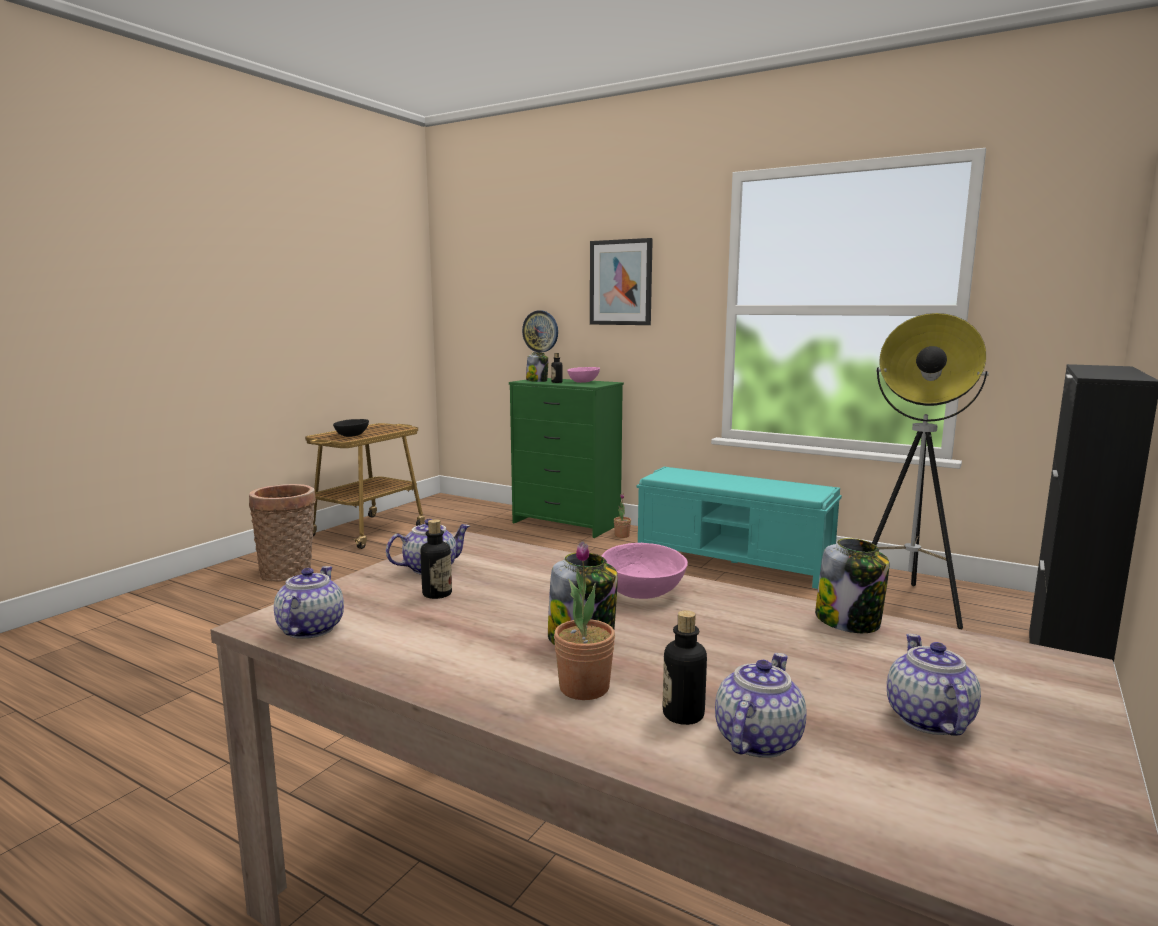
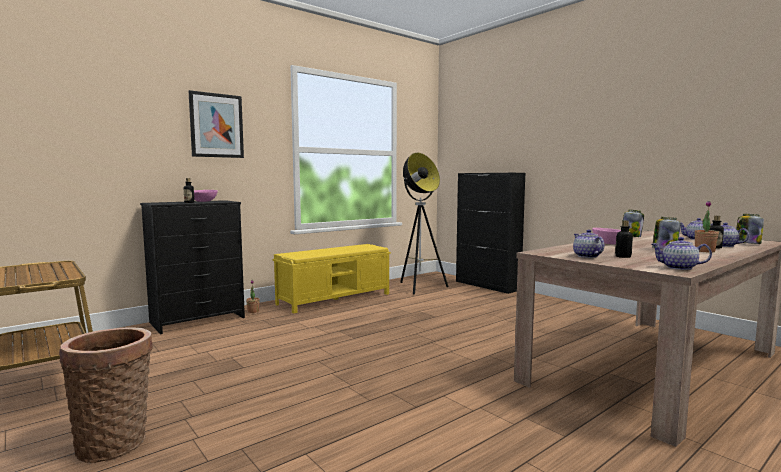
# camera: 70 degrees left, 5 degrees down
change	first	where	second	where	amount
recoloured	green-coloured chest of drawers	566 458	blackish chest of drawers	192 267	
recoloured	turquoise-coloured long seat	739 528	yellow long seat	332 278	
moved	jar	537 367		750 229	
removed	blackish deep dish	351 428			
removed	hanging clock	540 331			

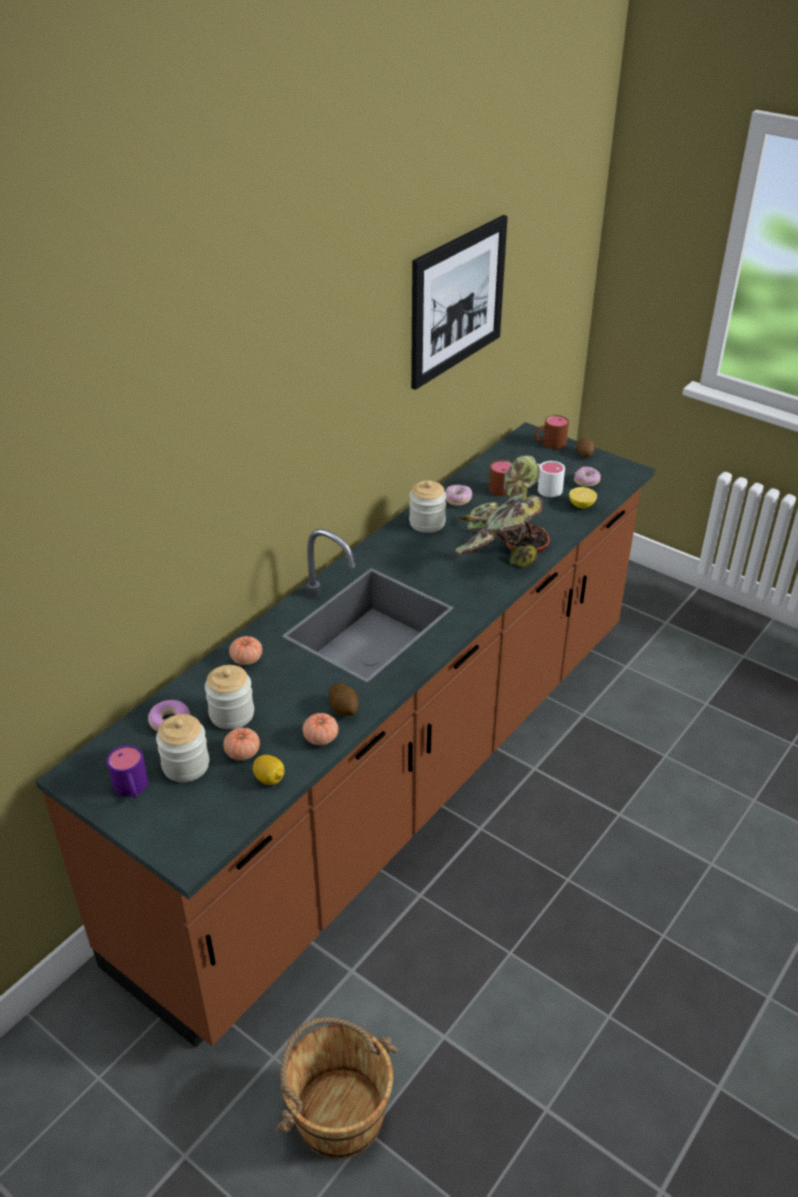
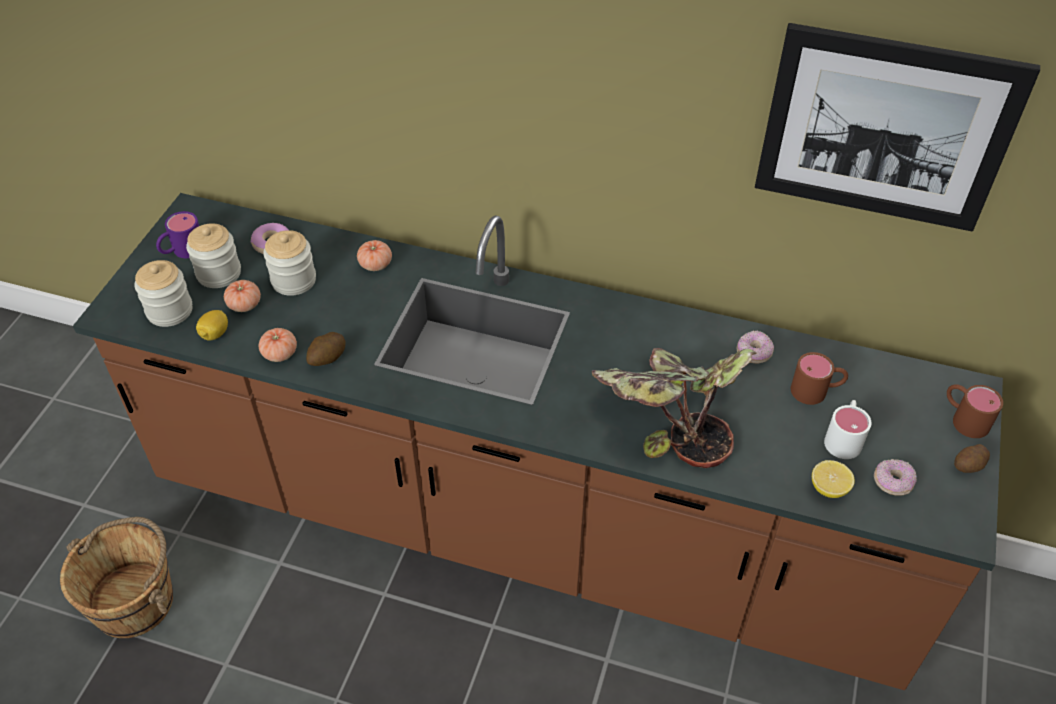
# camera: 70 degrees right, 10 degrees up
change	first	where	second	where	amount
moved	jar	428 506		163 293	

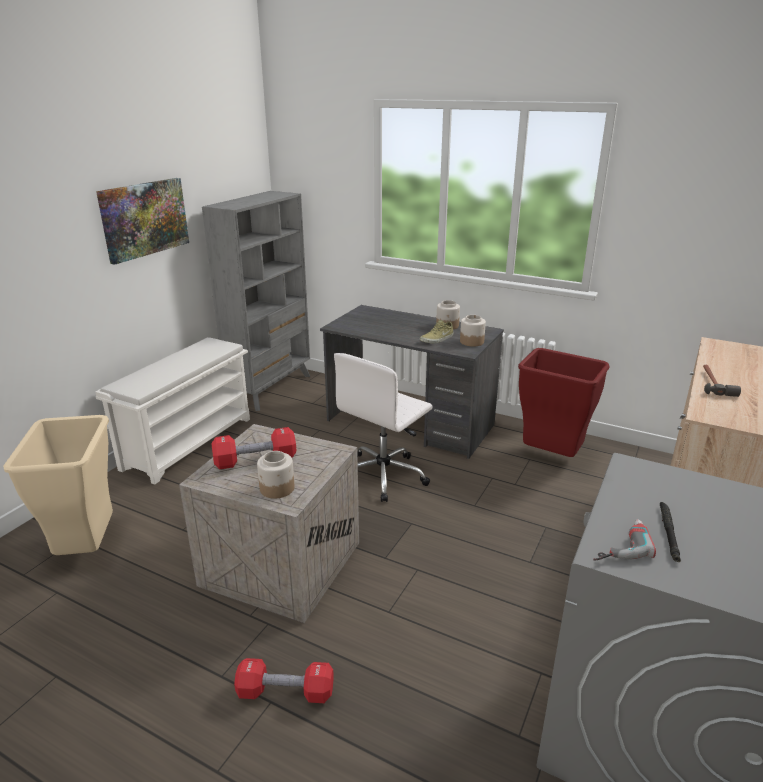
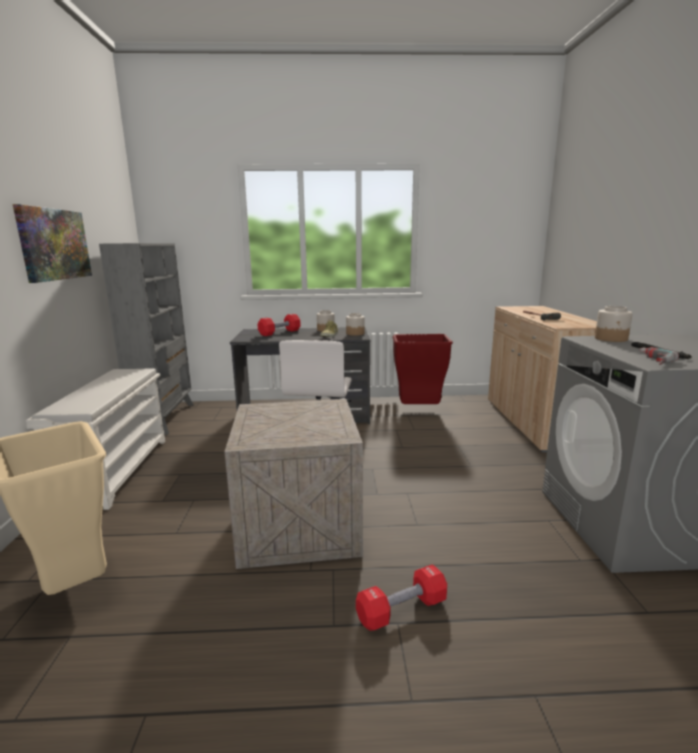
# camera: 30 degrees left, 10 degrees down
change	first	where	second	where	amount
moved	red free weight	253 448		279 325	
moved	jar	275 475		614 324	

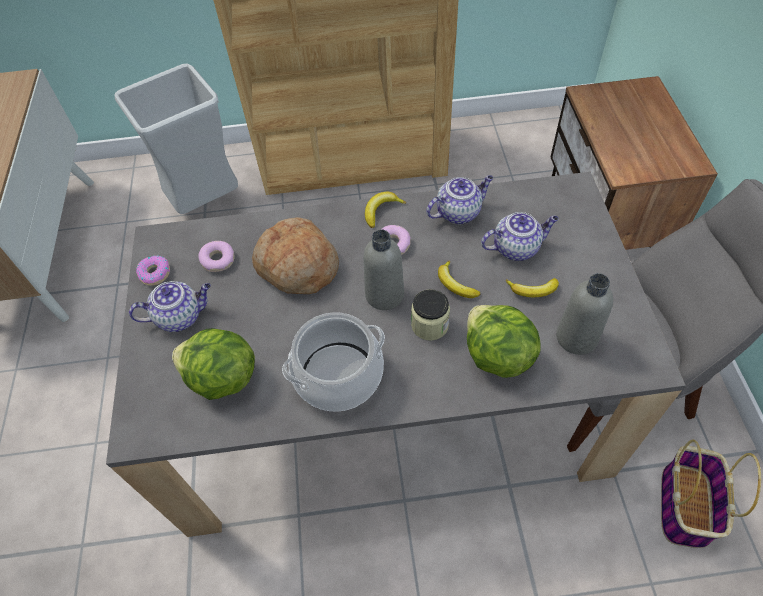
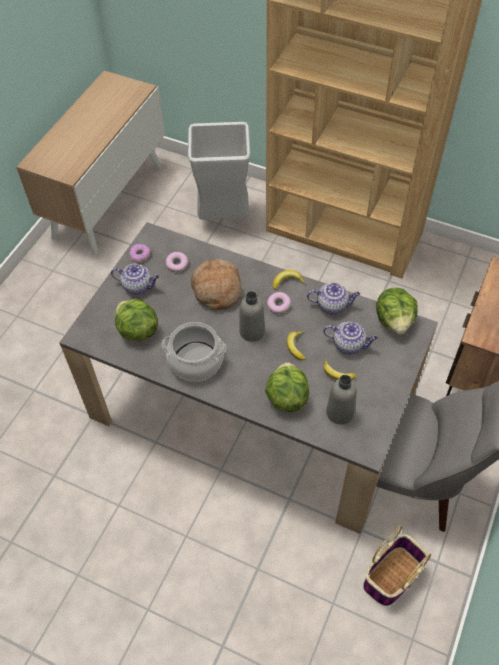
# camera: 30 degrees right, 0 degrees up
change	first	where	second	where	amount
added			head of lettuce	397 311	
removed	jar	430 315			

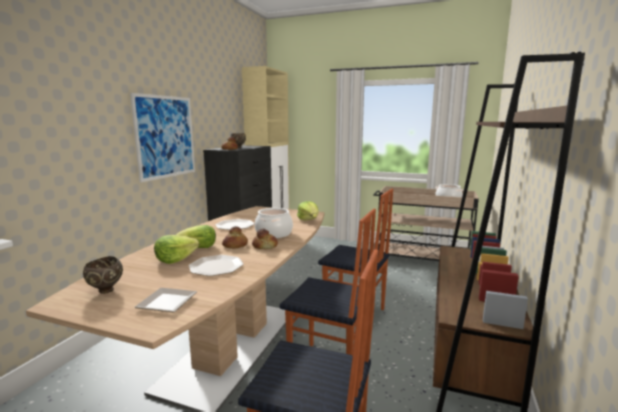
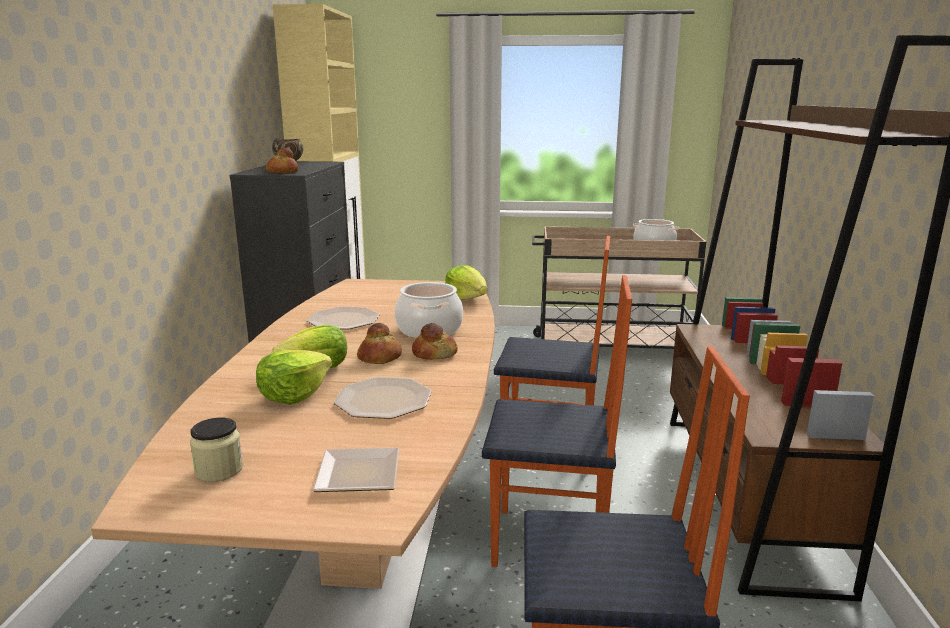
# camera: 15 degrees left, 5 degrees up
change	first	where	second	where	amount
replaced	brown-coloured deep dish	103 275	jar	216 449	
removed	wall picture	162 137			

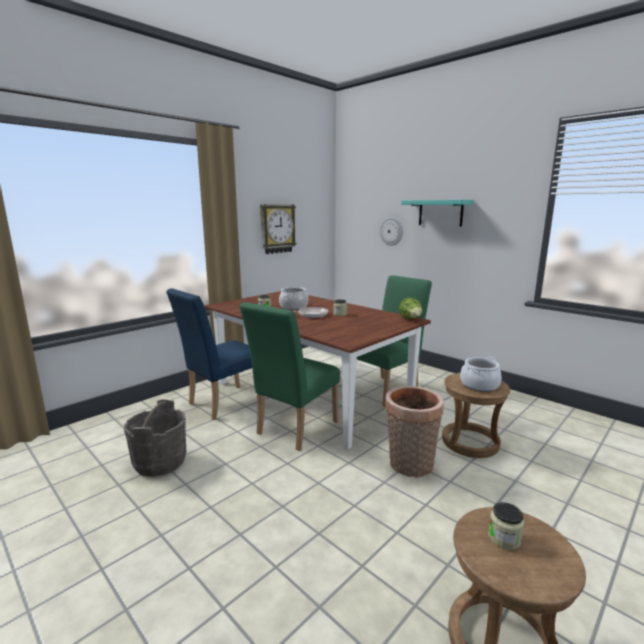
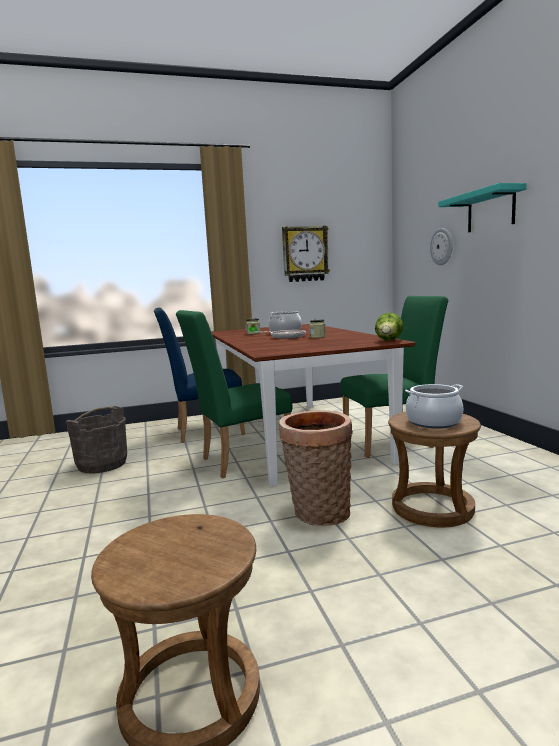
# camera: 30 degrees right, 5 degrees down
change	first	where	second	where	amount
removed	jar	506 526			

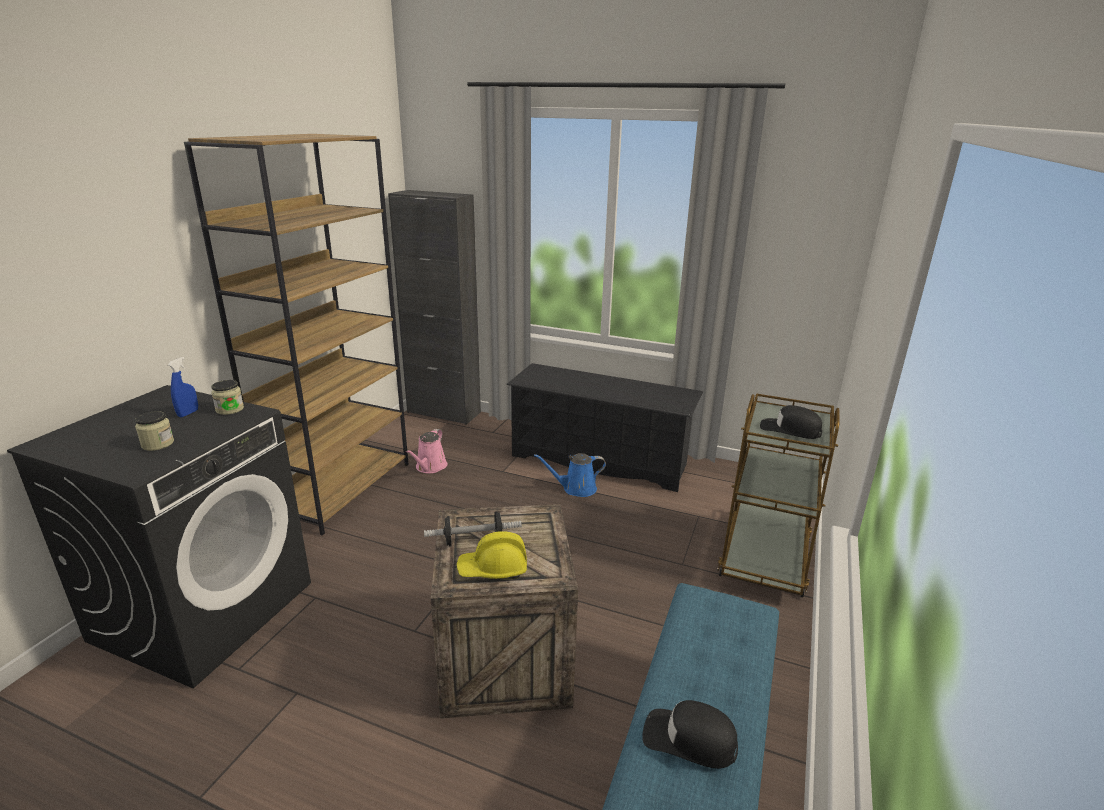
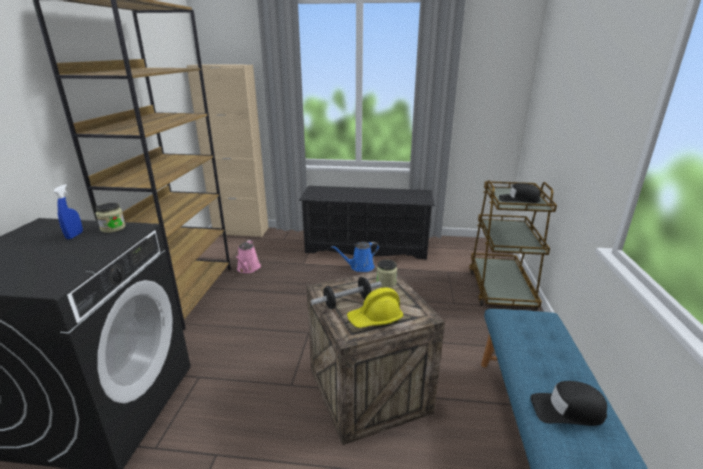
# camera: 15 degrees left, 0 degrees up
change	first	where	second	where	amount
recoloured	blackish cupboard	434 307	sand-coloured cupboard	227 150	
moved	jar	154 431		386 274	

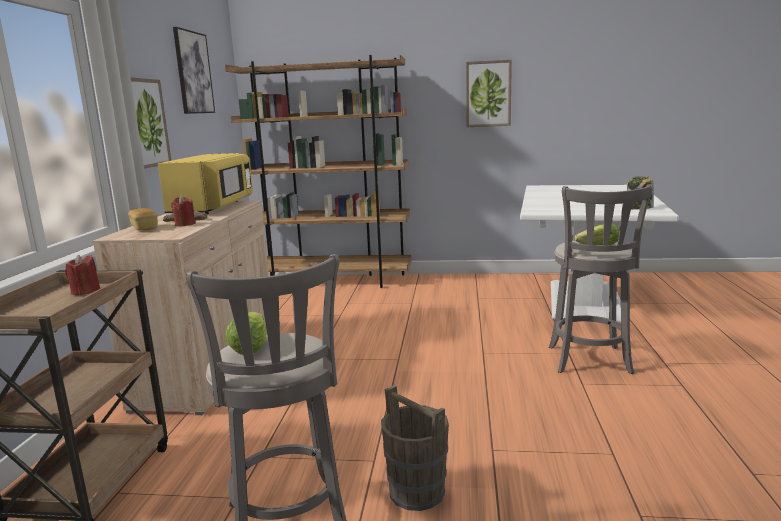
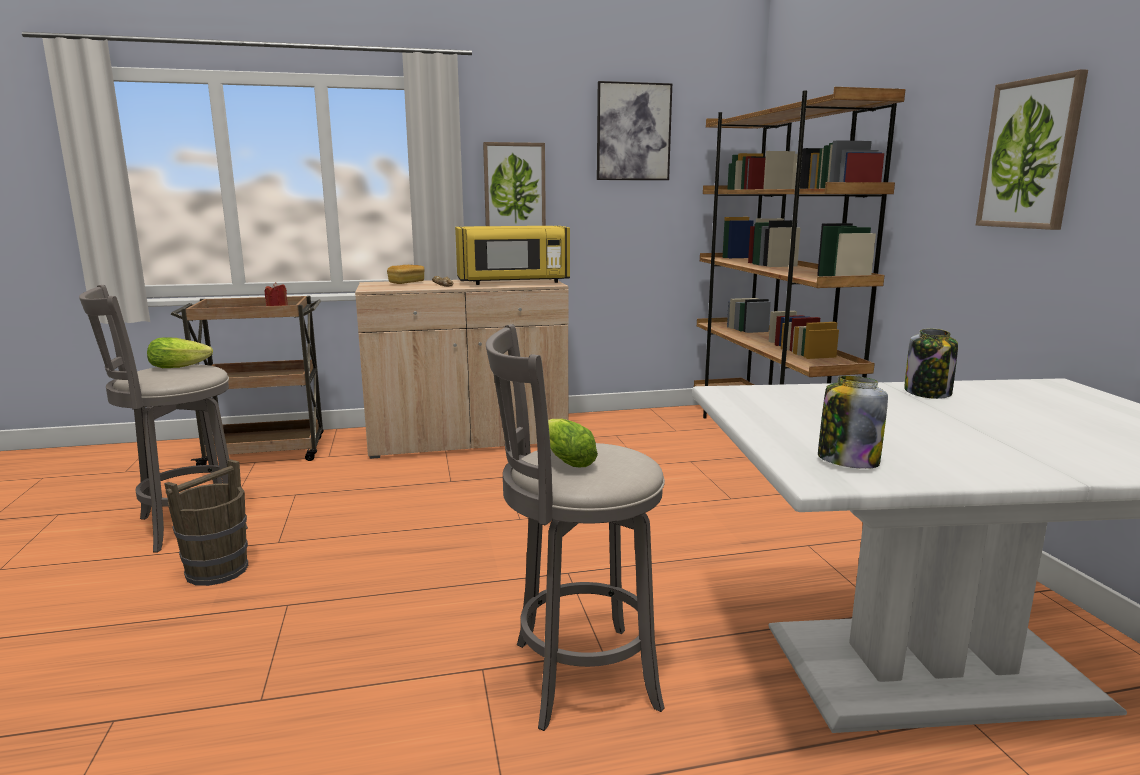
# camera: 70 degrees right, 0 degrees up
change	first	where	second	where	amount
added			jar	931 363	
removed	red wax light	183 211			

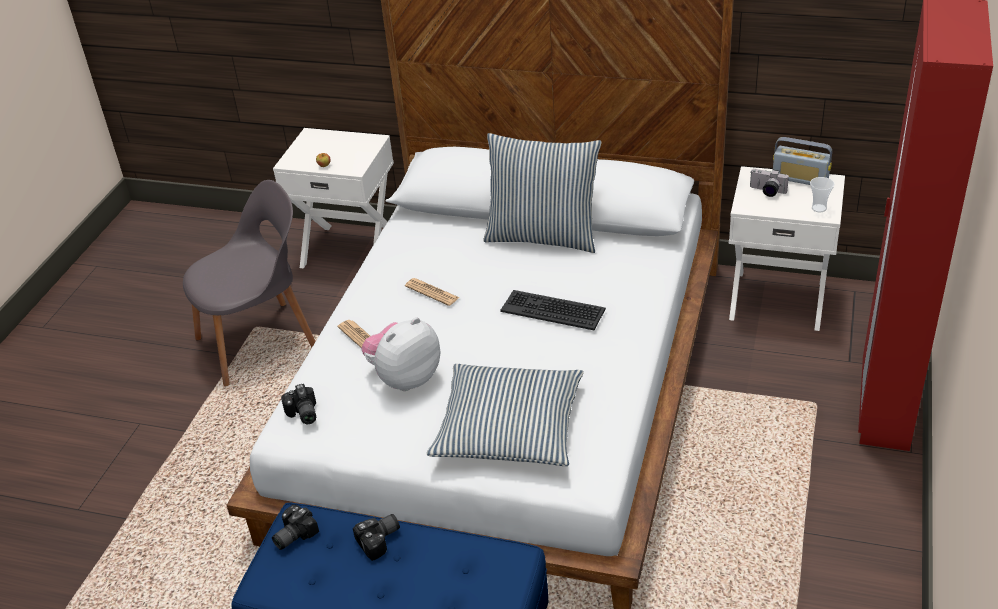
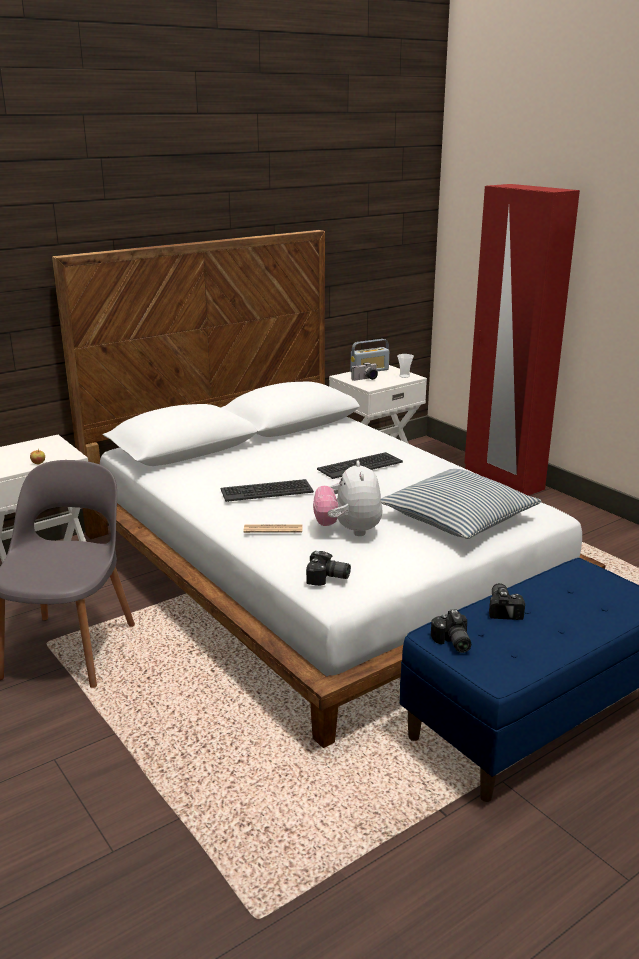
# camera: 55 degrees left, 15 degrees down
change	first	where	second	where	amount
replaced	printed paper	432 292	computer keyboard	267 490	
removed	throw pillow	543 193			

